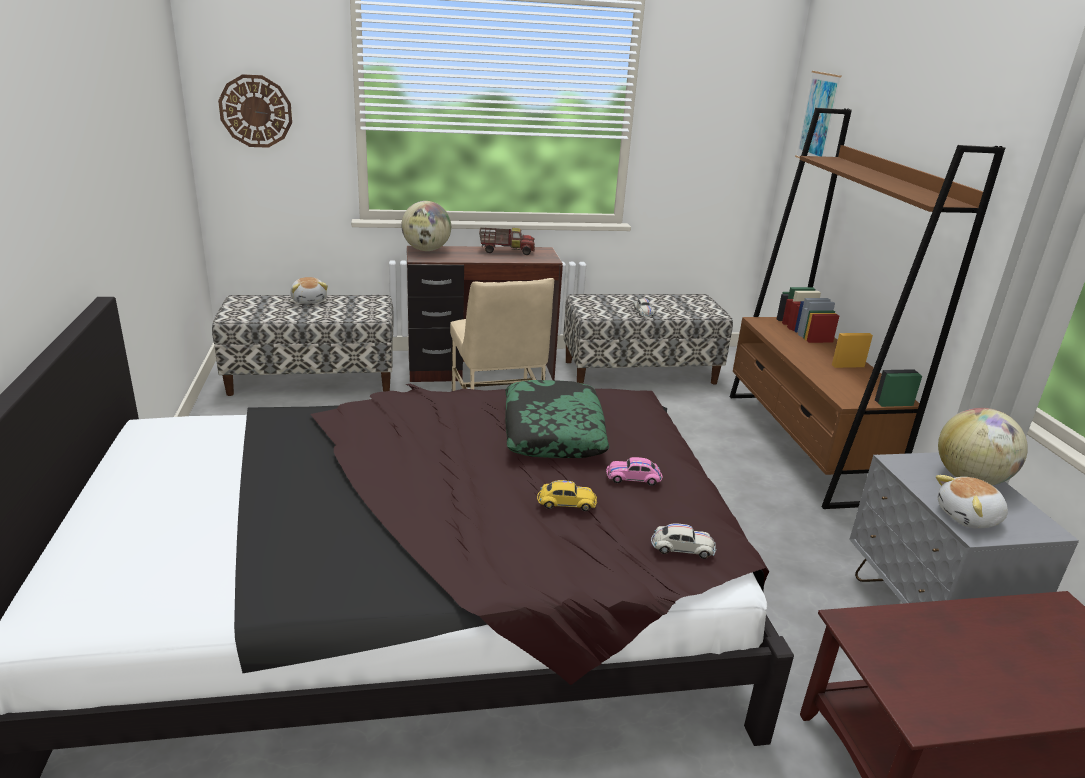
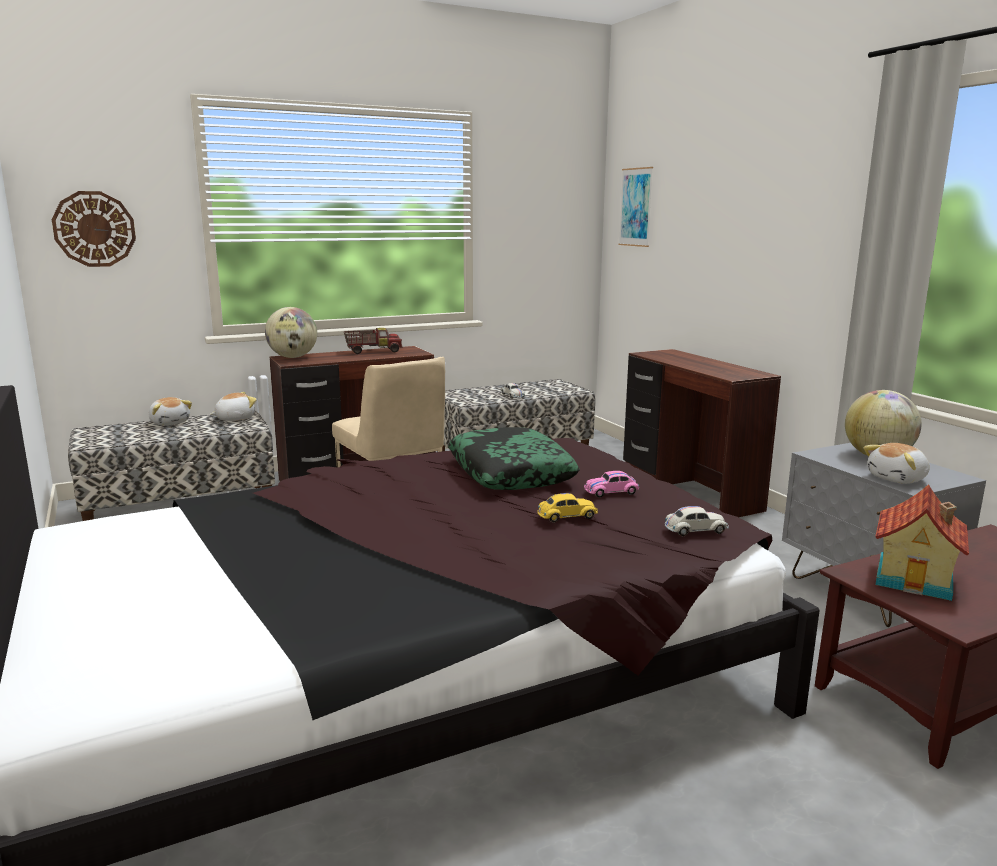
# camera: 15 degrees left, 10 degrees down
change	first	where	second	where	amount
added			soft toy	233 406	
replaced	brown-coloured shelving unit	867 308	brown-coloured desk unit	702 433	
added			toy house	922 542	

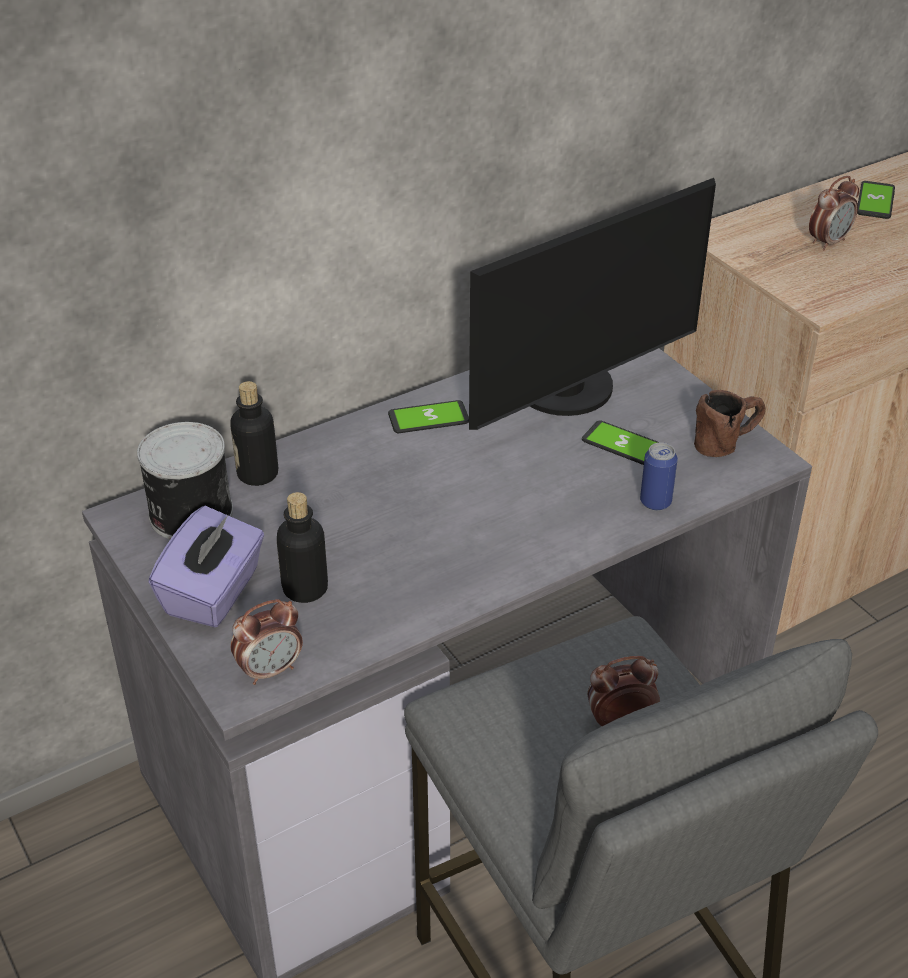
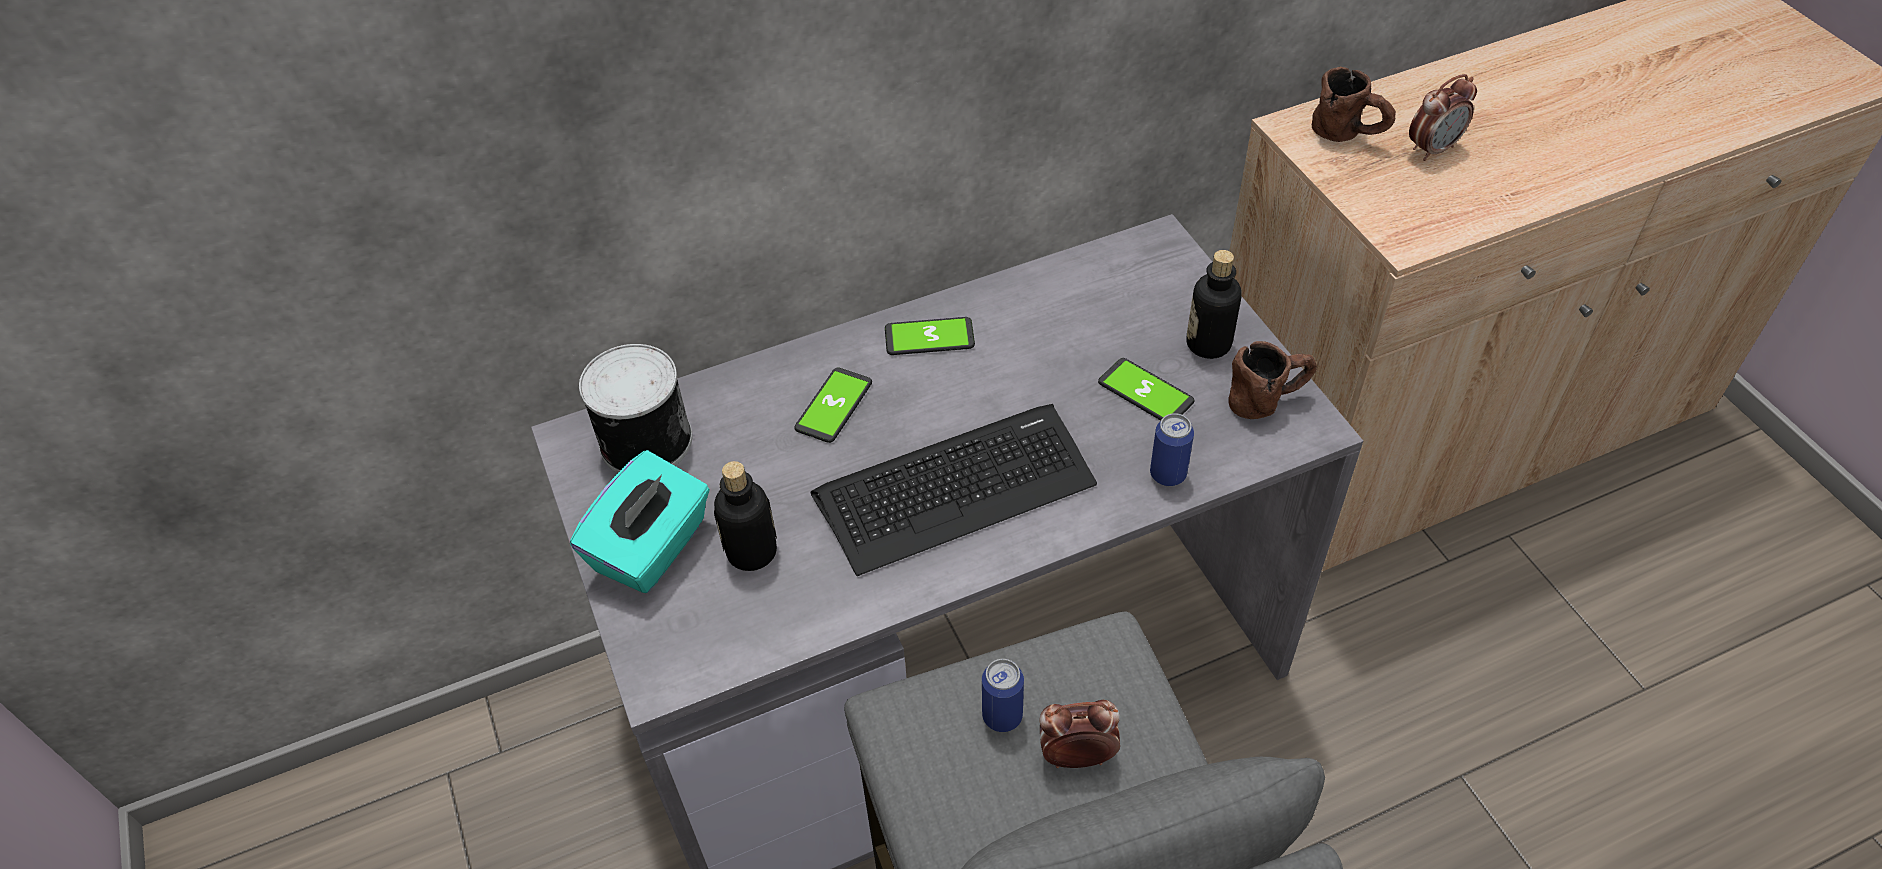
# camera: 10 degrees right, 10 degrees up
change	first	where	second	where	amount
recoloured	purple tissue box	206 566	turquoise-coloured tissue box	640 521	
moved	phone	876 200		833 405	
added			computer keyboard	954 490	
added			sealed can	1003 695	
moved	beverage bottle	254 433		1214 304	
added			brown-coloured mug	1354 104	
removed	bedside clock	267 642			
removed	computer display	592 304			

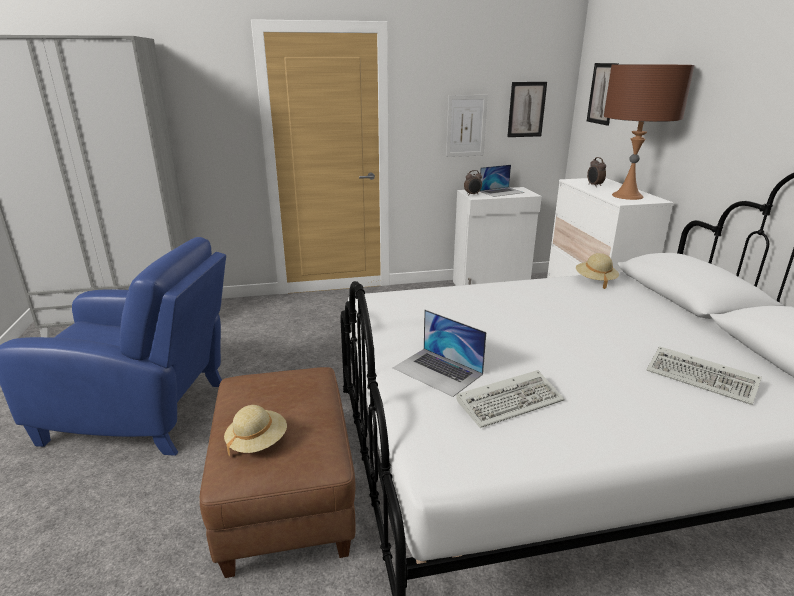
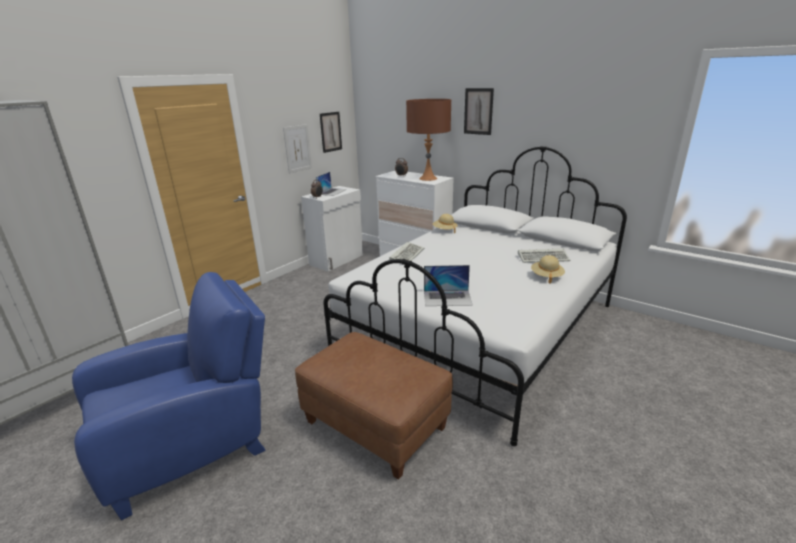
# camera: 40 degrees left, 0 degrees up
change	first	where	second	where	amount
moved	computer keyboard	510 399		406 251	
moved	wall picture	603 94		479 111	
moved	sand-coloured wearable hat	255 431		548 269	

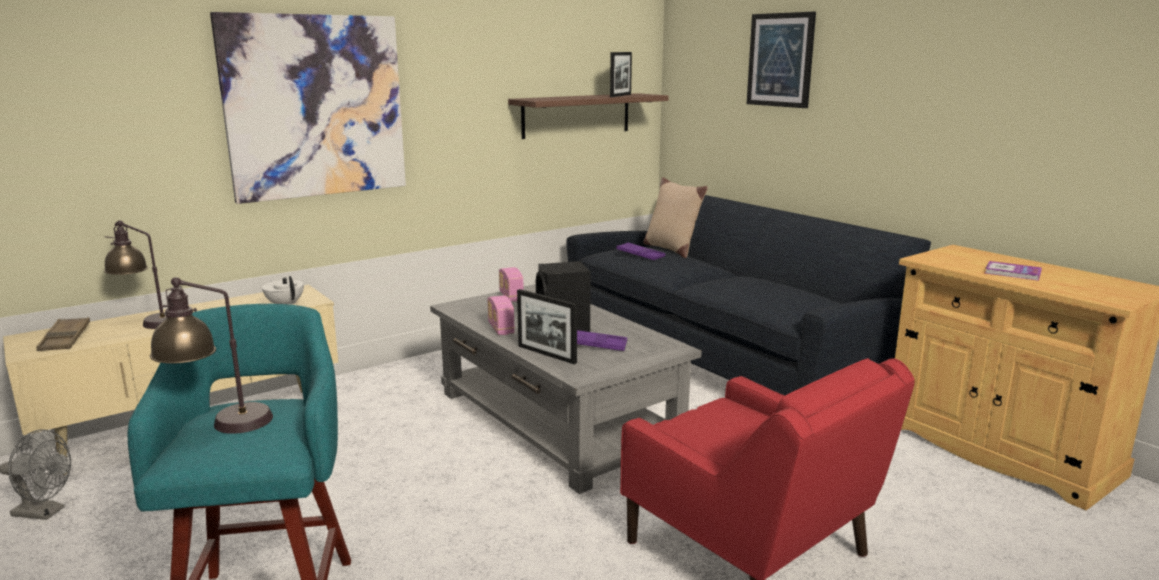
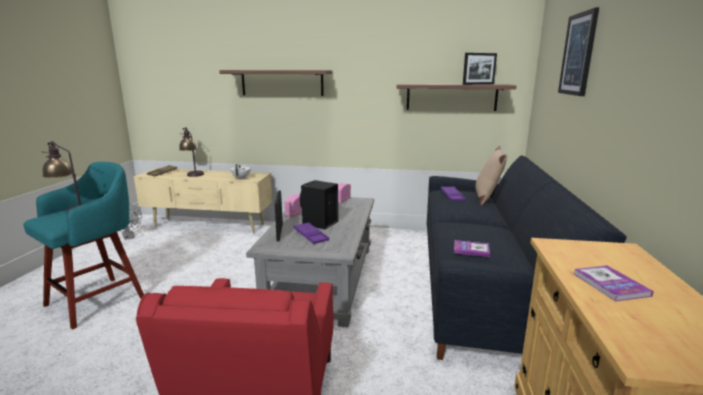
# camera: 45 degrees right, 0 degrees up
change	first	where	second	where	amount
replaced	wall picture	308 108	wall shelf	275 83	
added			book	472 248	

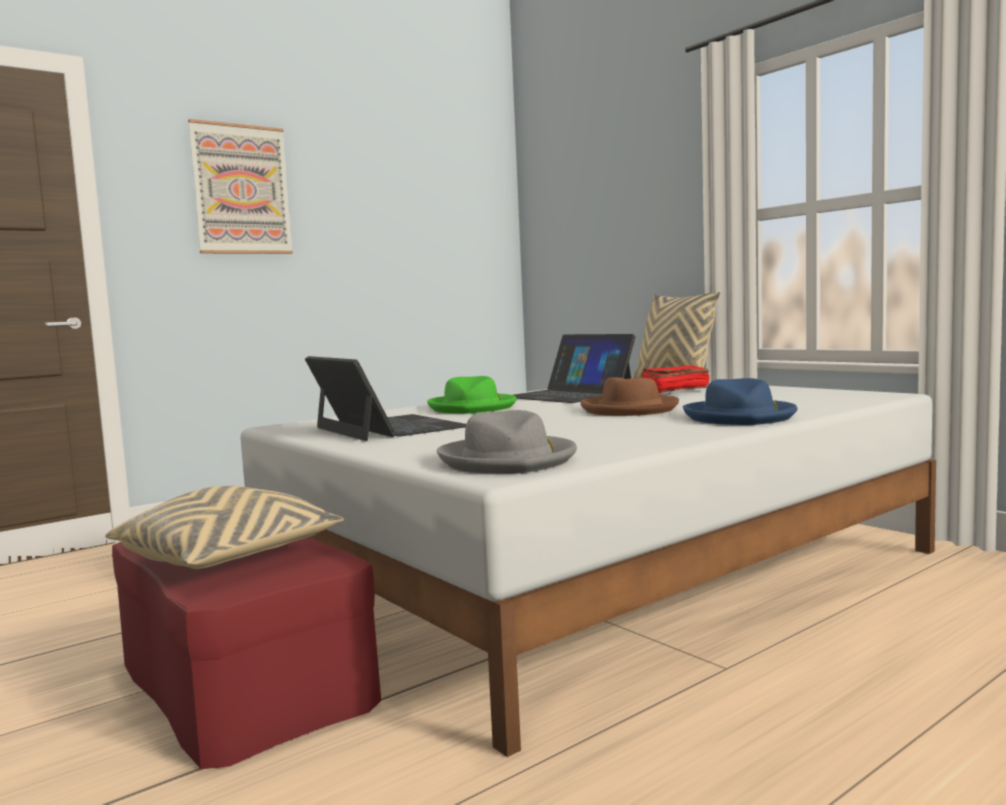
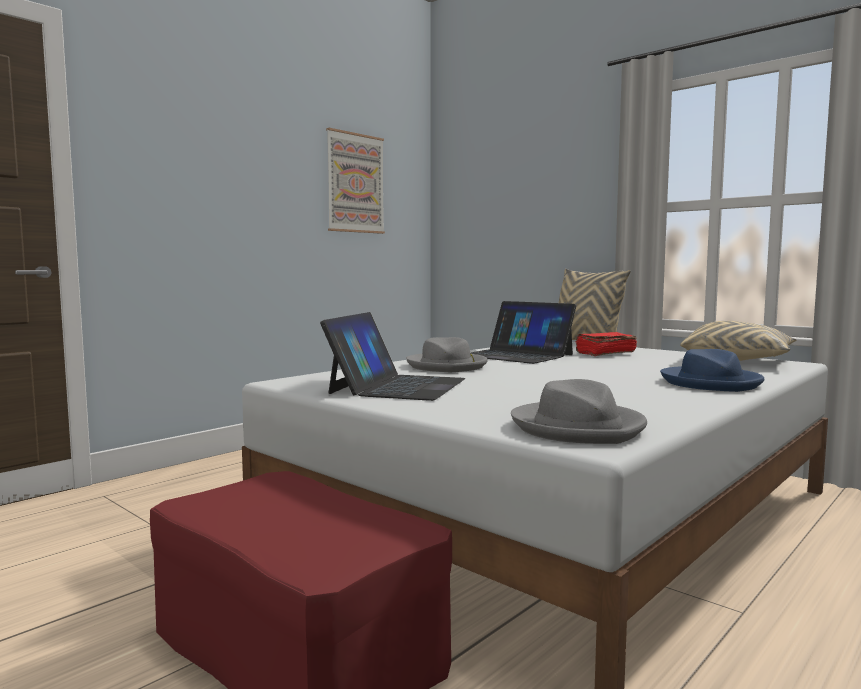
# camera: 10 degrees left, 0 degrees up
change	first	where	second	where	amount
turned	notebook computer	385 398		392 356	60 degrees clockwise
moved	wall picture	240 186		355 181	
recoloured	green-coloured wearable hat	472 395	greyish wearable hat	447 354	
moved	sand-coloured throw pillow	224 527		738 341	
removed	brown-coloured wearable hat	630 396			

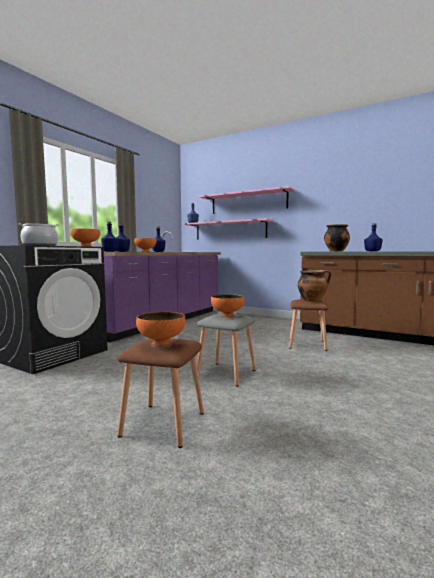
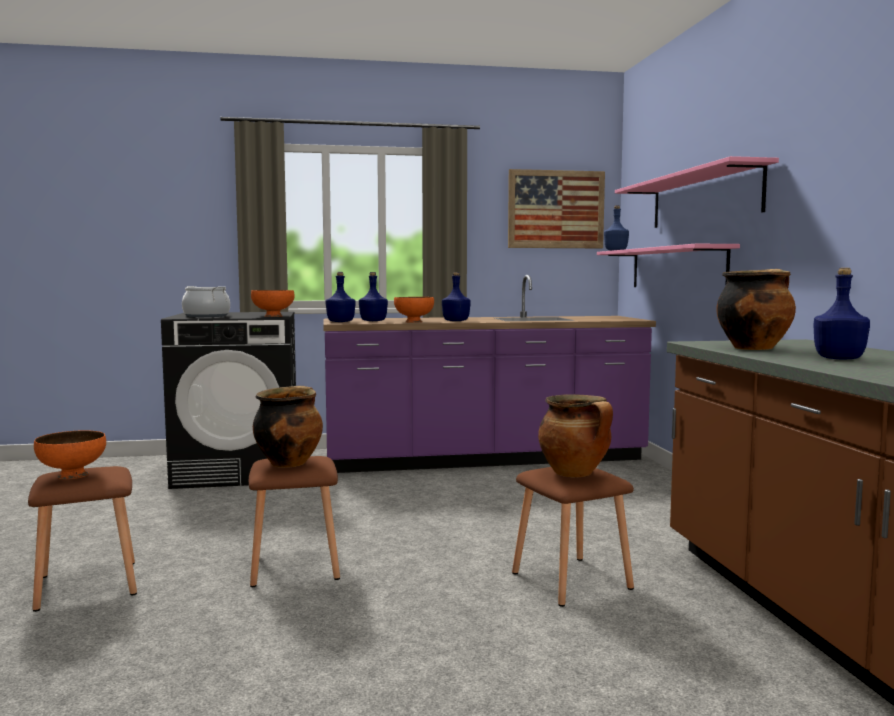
# camera: 50 degrees right, 0 degrees up
change	first	where	second	where	amount
recoloured	greyish sitting stool	226 350	brown-coloured sitting stool	294 521	
replaced	orange deep dish	227 306	cooking pot	288 427	
added			wall picture	556 208	

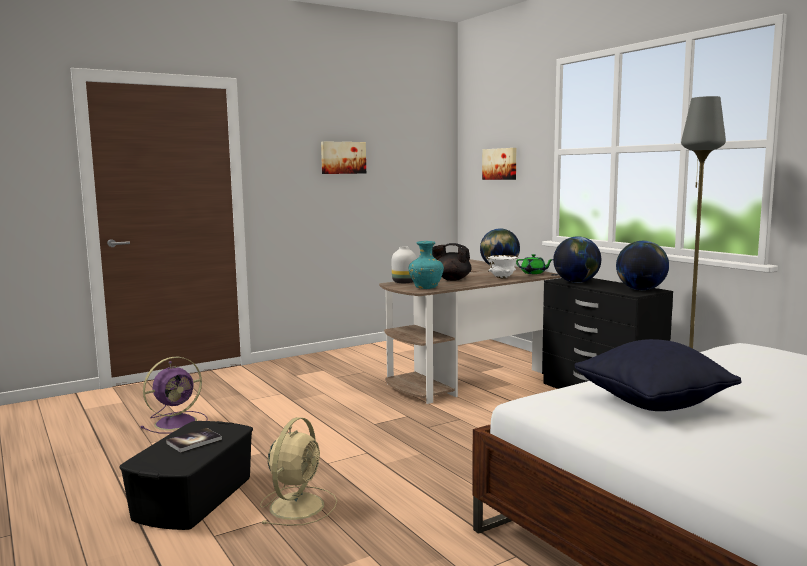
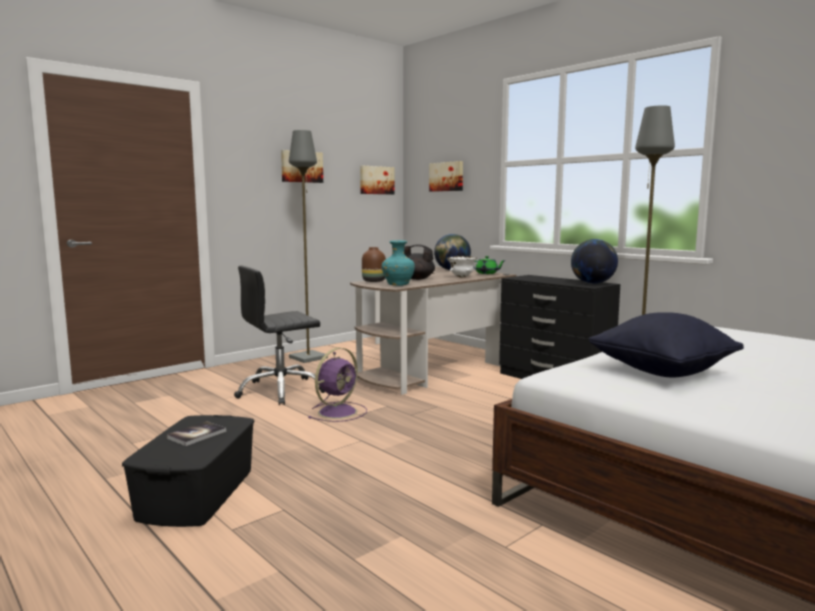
# camera: 10 degrees left, 0 degrees up
change	first	where	second	where	amount
added			blackish office chair	279 335	
added			greyish floor lamp	308 246	
moved	purple cooling fan	174 395		337 385	
added			wall picture	377 180	
recoloured	whitish decorative vase	404 265	brown-coloured decorative vase	374 264	
removed	sand-coloured cooling fan	298 471			
removed	desk globe	577 259			

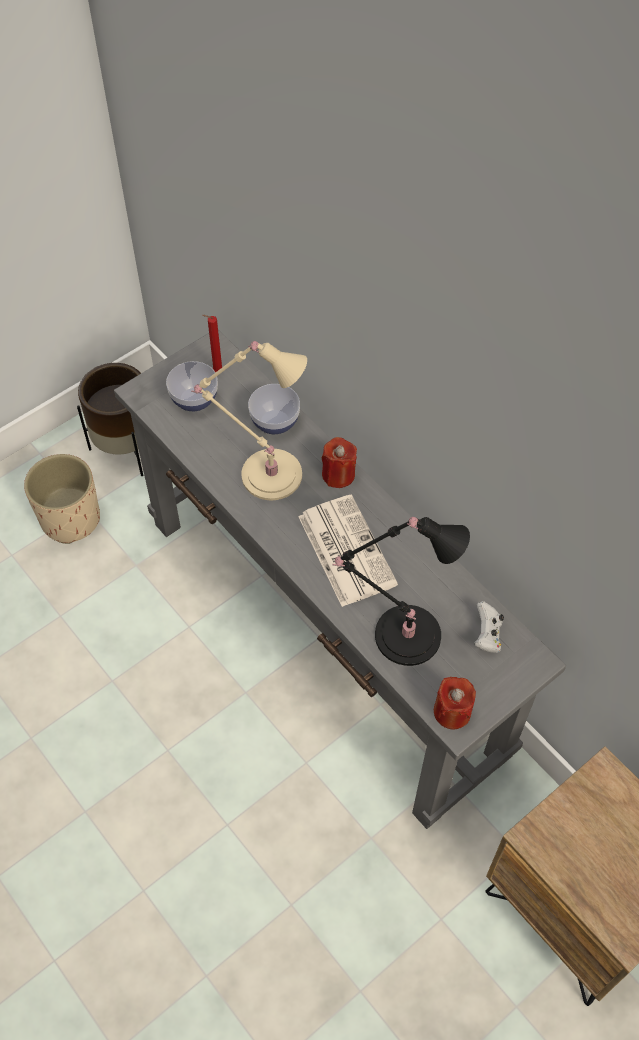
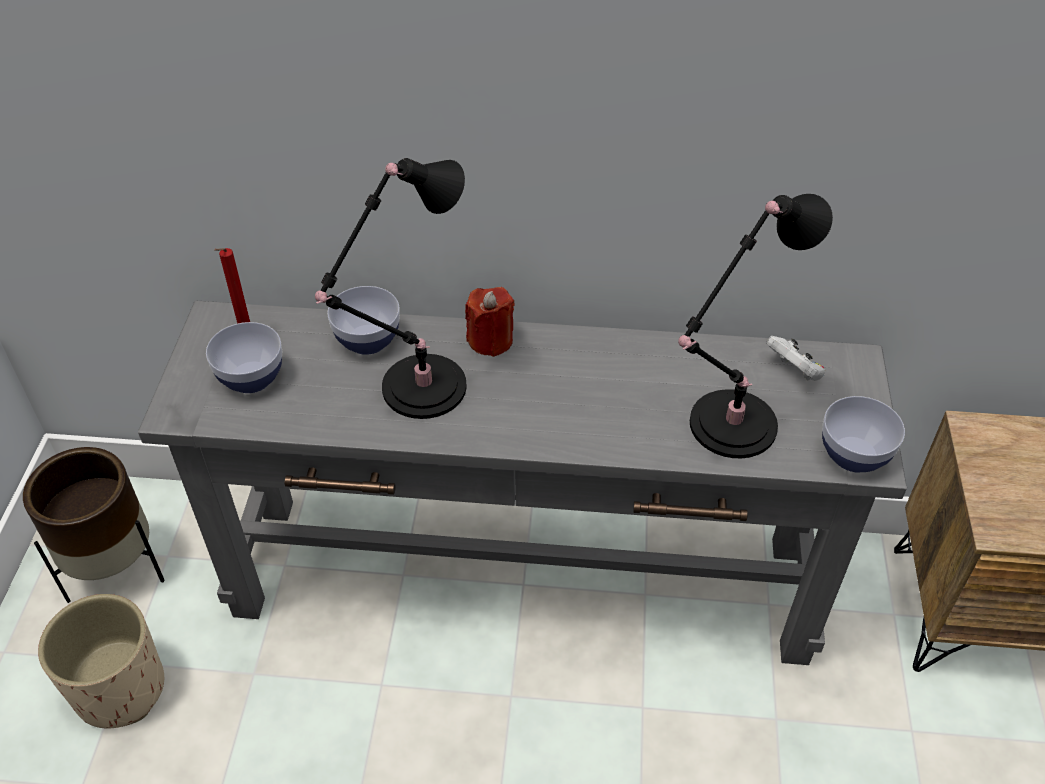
# camera: 45 degrees left, 10 degrees down
change	first	where	second	where	amount
recoloured	sand-coloured tabletop lamp	249 420	blackish tabletop lamp	391 288	
replaced	red wax light	455 703	deep dish	863 434	
removed	printed paper	348 551			

